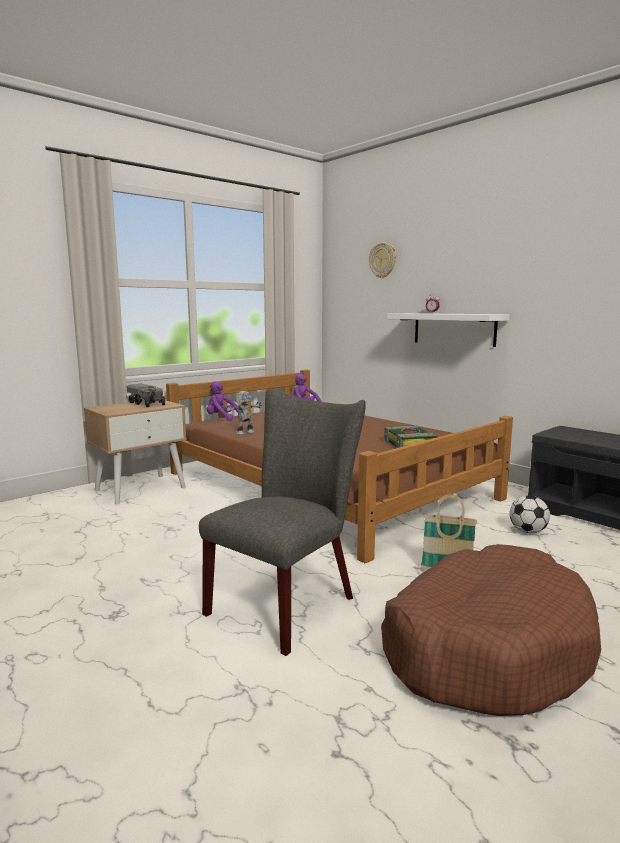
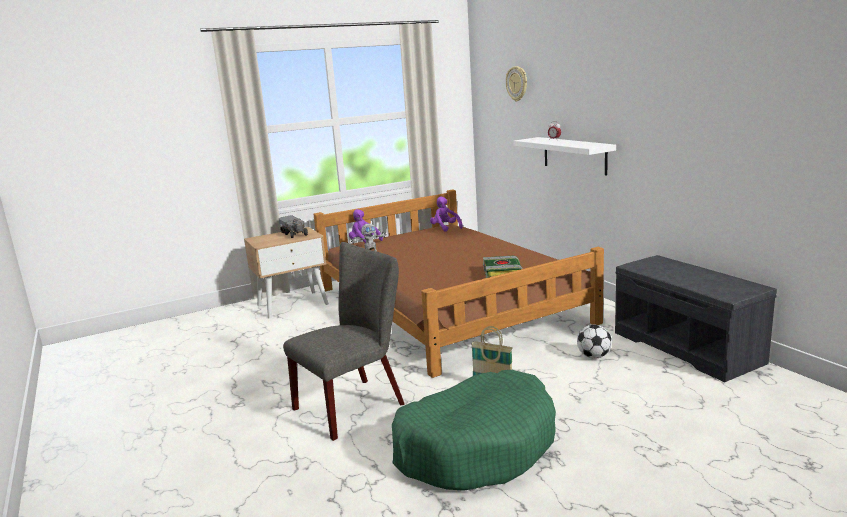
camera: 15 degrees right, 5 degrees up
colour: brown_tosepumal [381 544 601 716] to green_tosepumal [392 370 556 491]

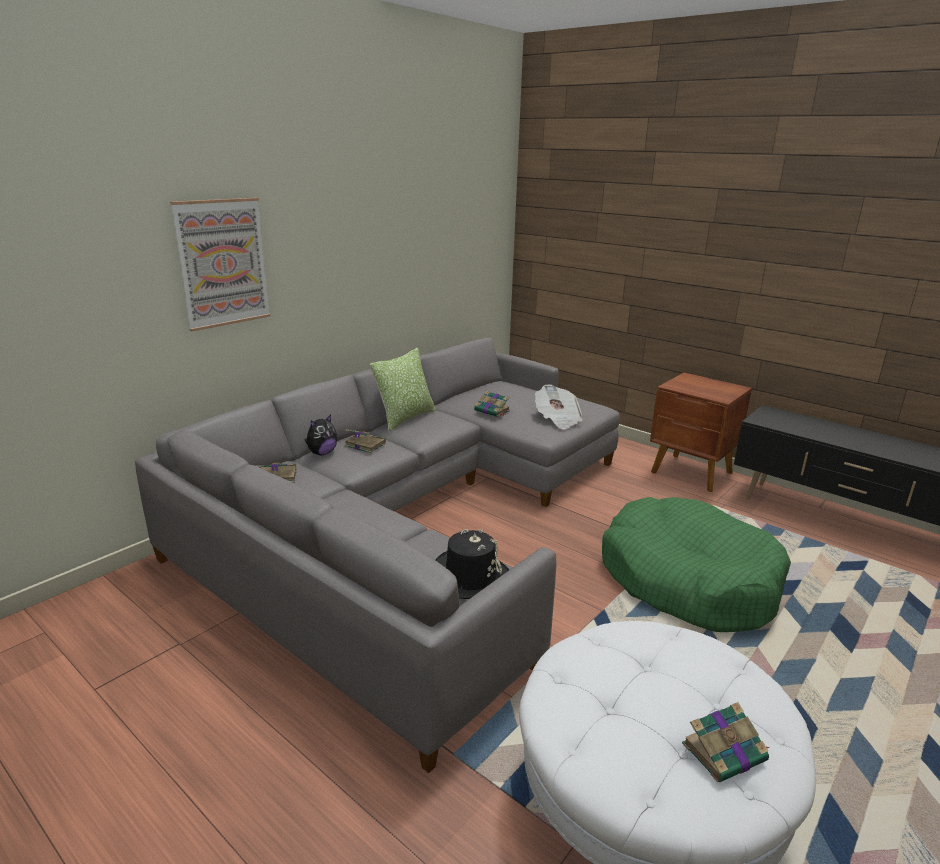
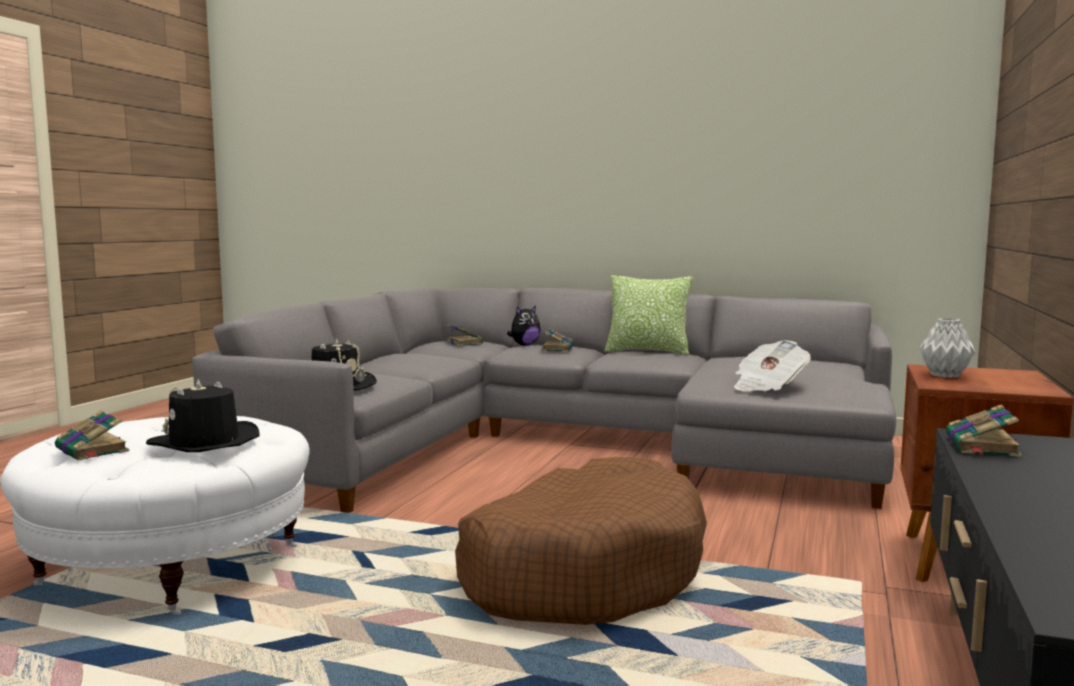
camera: 70 degrees right, 15 degrees down
missing: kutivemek [170 198 270 332]
appeared: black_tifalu [146 379 259 452]; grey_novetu [919 318 975 378]
relocated: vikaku [474 391 510 417] to [946 404 1022 457]
colour: green_tosepumal [602 497 791 632] to brown_tosepumal [455 457 707 625]
spun: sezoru [305 414 337 455] = [507 305 541 346] 60 degrees counterclockwise

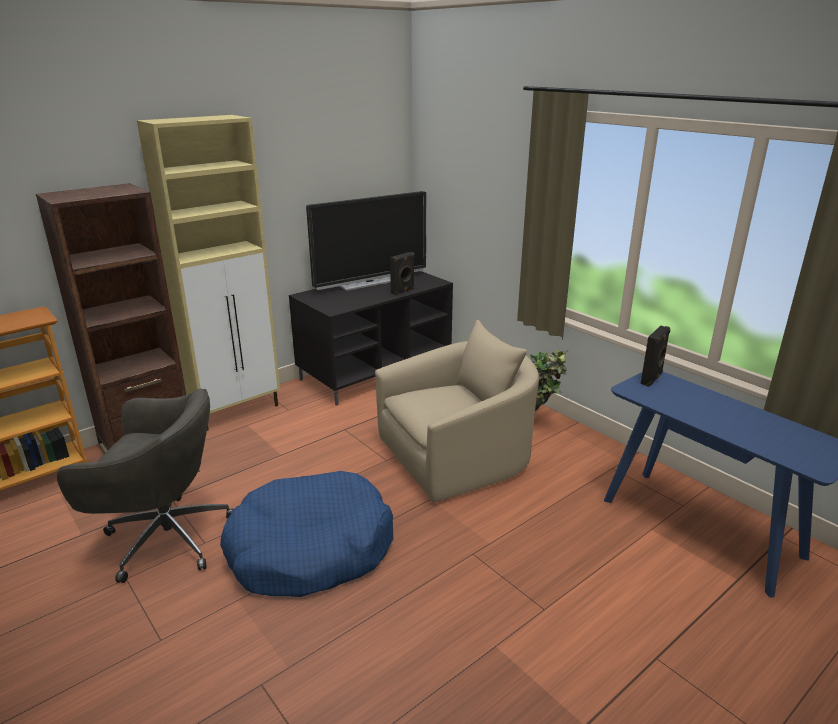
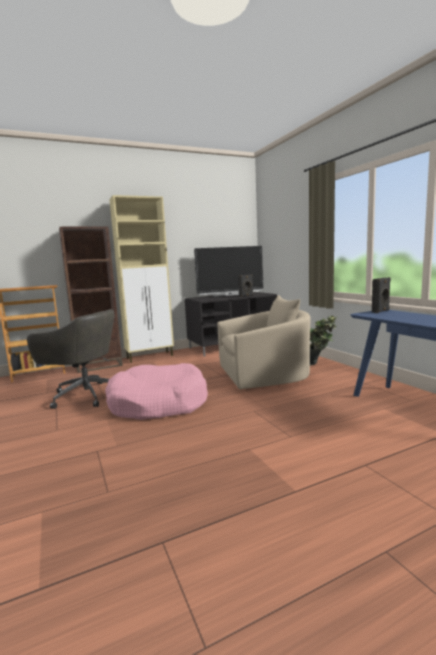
camera: 15 degrees right, 15 degrees down
colour: blue_tosepumal [220 471 393 597] to pink_tosepumal [105 363 208 420]

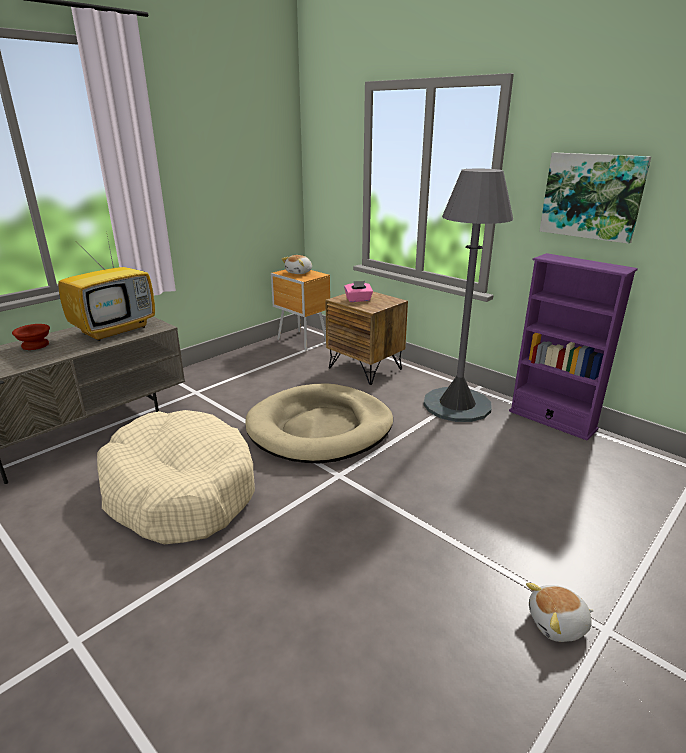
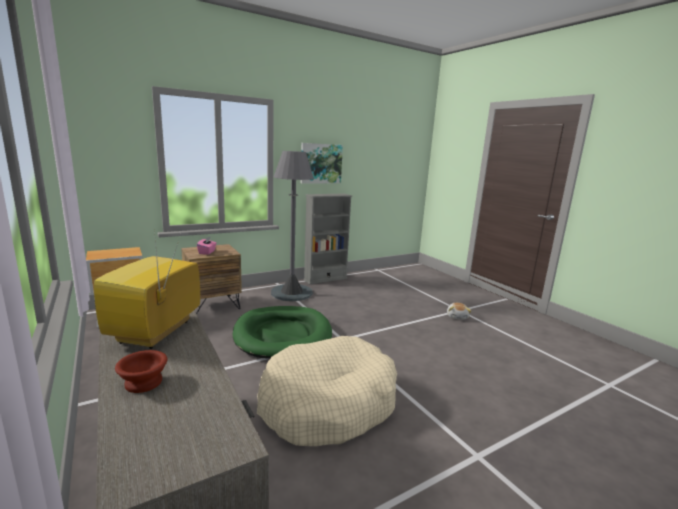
camera: 75 degrees left, 10 degrees down
missing: sezoru [282 255 312 274]
colour: beige_tosepumal [245 383 393 464] to green_tosepumal [233 306 332 359]; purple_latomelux [509 253 638 440] to grey_latomelux [303 194 352 284]
spun: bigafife [58 231 155 341] = [94 230 200 349] 135 degrees counterclockwise

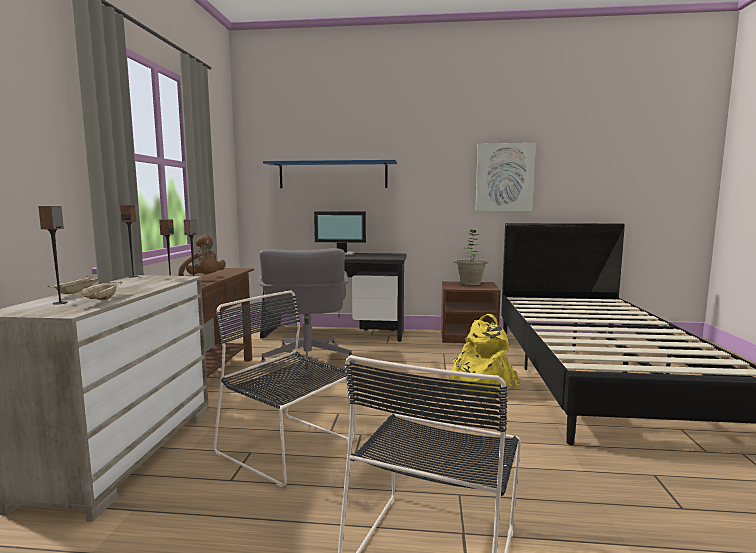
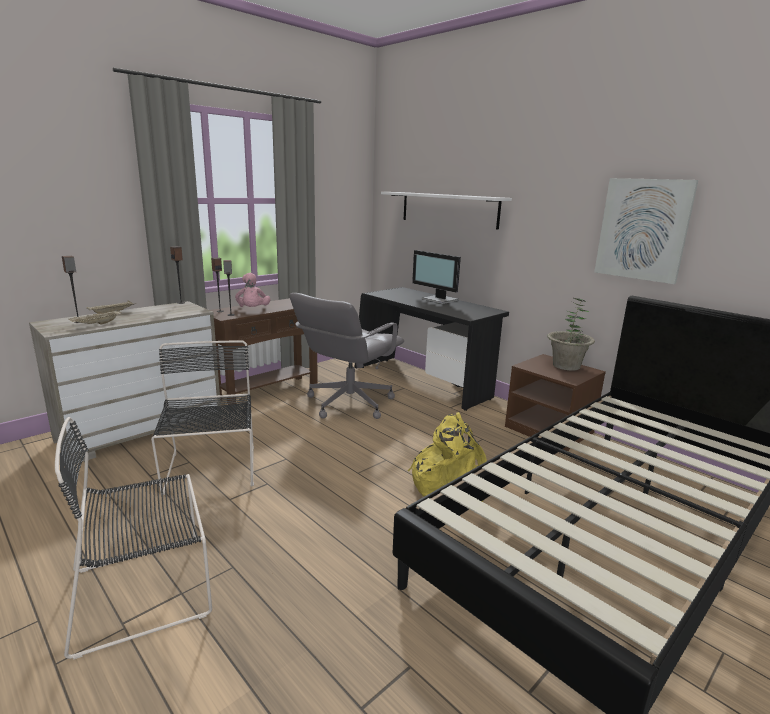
camera: 40 degrees right, 10 degrees up
colour: brown_sezoru [178 234 226 276] to pink_sezoru [235 273 271 307]; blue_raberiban [263 160 397 188] to white_raberiban [381 192 512 230]

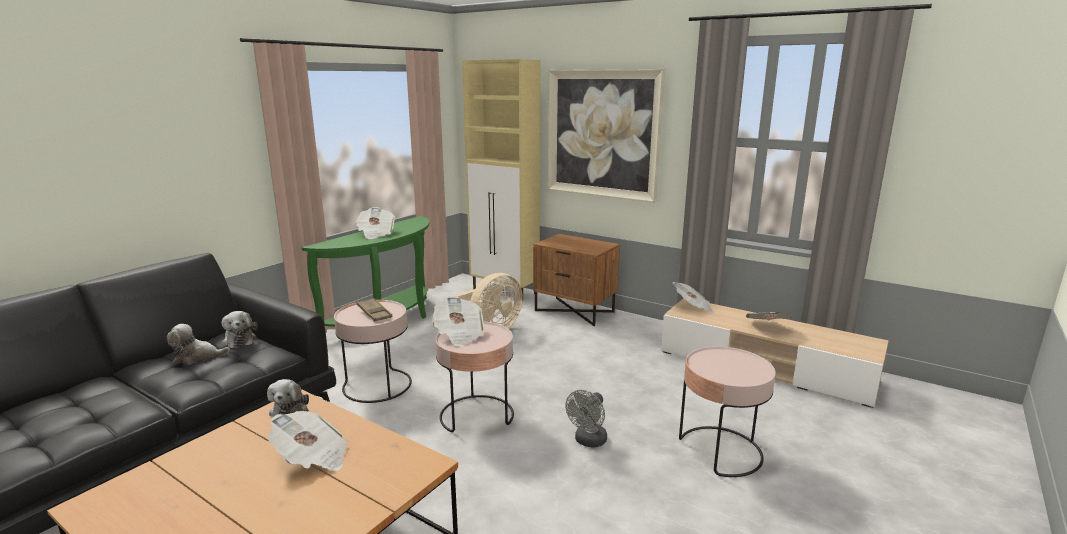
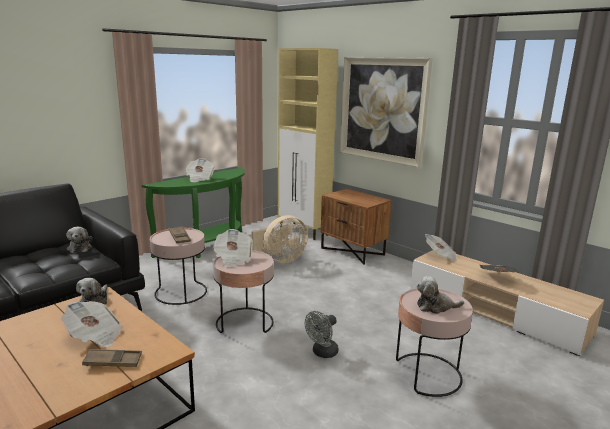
camera: 10 degrees right, 0 degrees up
appeared: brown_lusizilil [82 349 142 367]
relocated: sezoru [167 324 230 365] to [417 276 464 314]

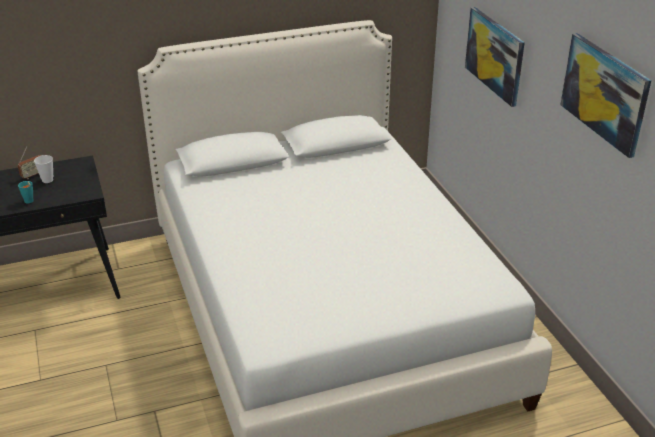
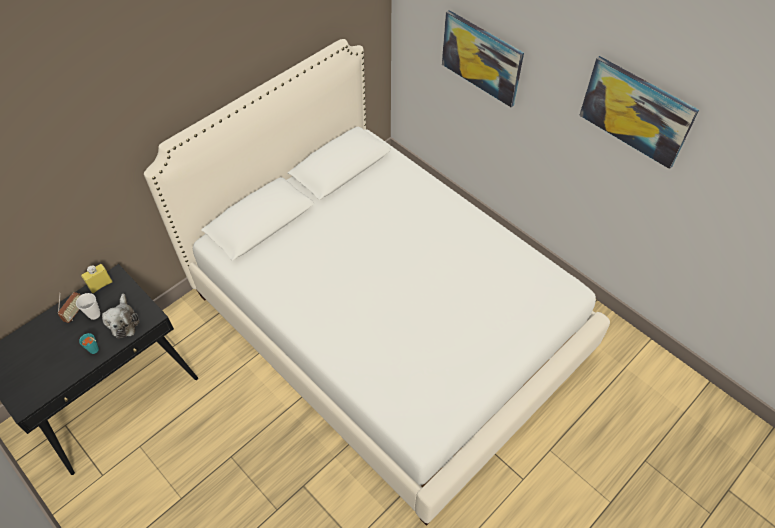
camera: 25 degrees left, 20 degrees up
appeared: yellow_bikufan [81 264 113 293]; sezoru [102 294 140 338]

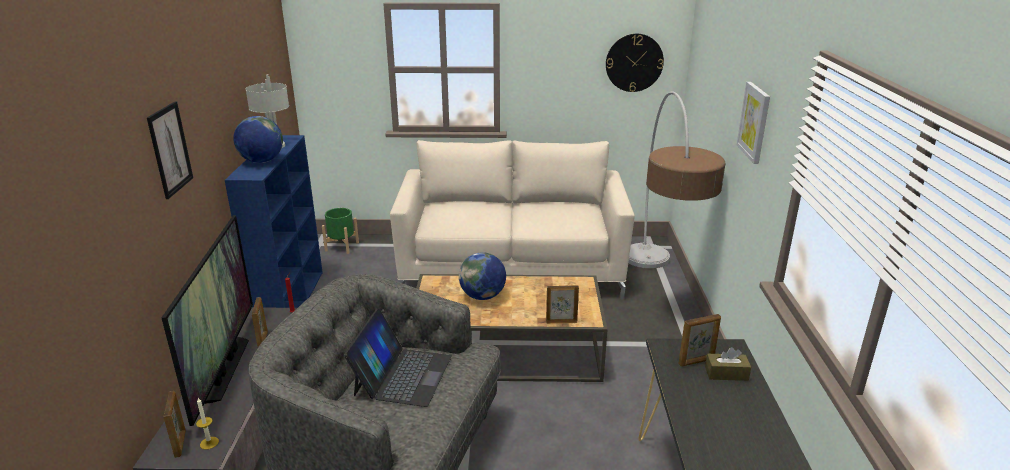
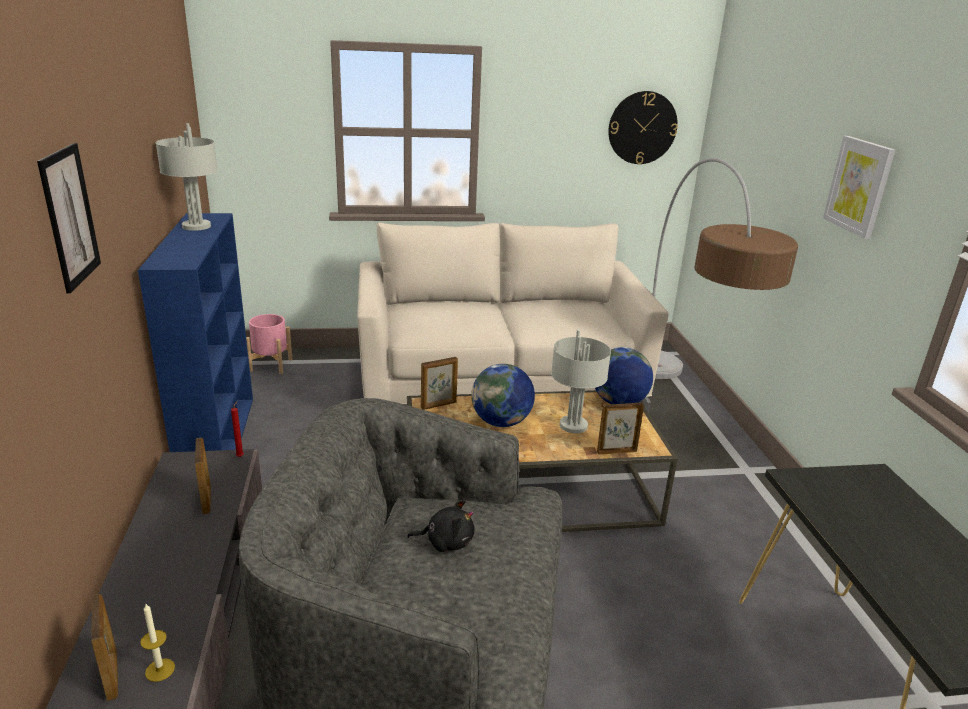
camera: 10 degrees left, 0 degrees up
missing: bigafife [161 215 253 426]; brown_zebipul [705 347 751 381]
appeared: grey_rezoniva [551 330 611 433]
relocated: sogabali [233 116 283 163] to [595 347 653 404]; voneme [678 314 721 367] to [421 357 458 410]
exchanged: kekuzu [344 308 452 407] to black_sezoru [407 500 475 552]
colour: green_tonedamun [322 208 359 254] to pink_tonedamun [246 314 292 374]

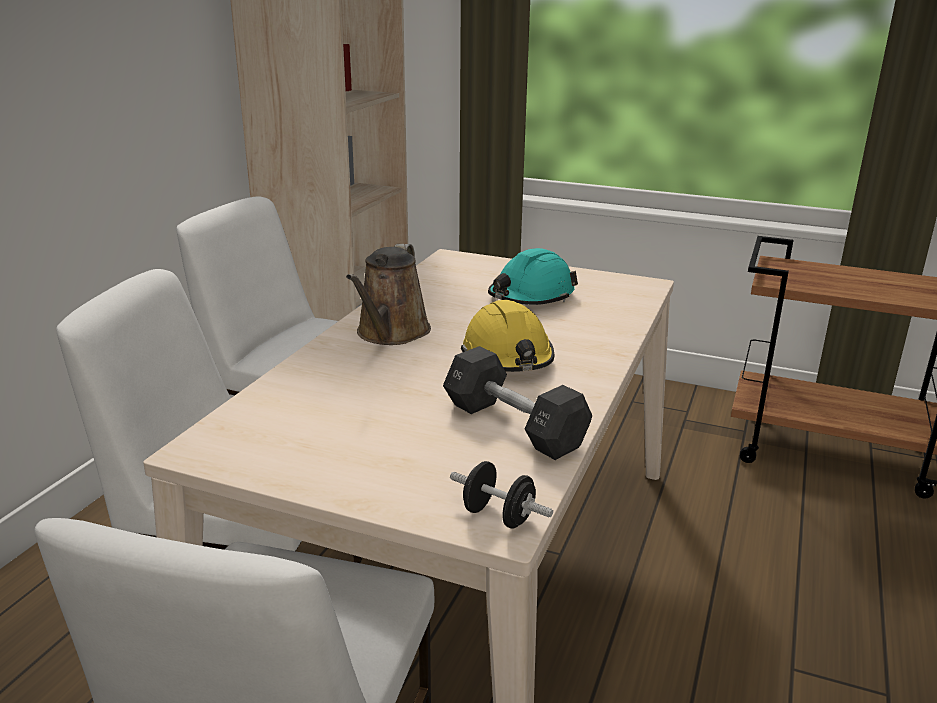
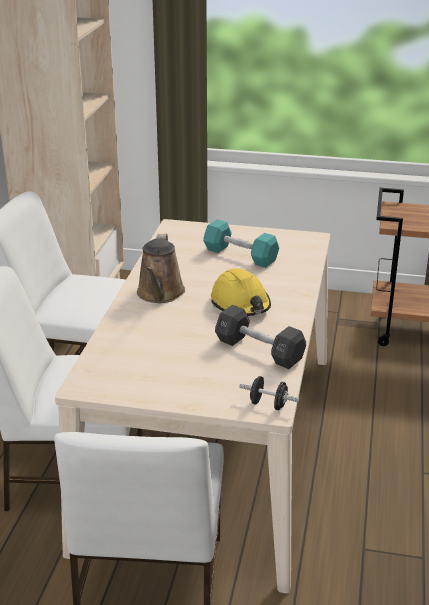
camera: 10 degrees left, 5 degrees up
exchanged: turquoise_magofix [488 248 578 305] to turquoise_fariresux [203 219 279 268]

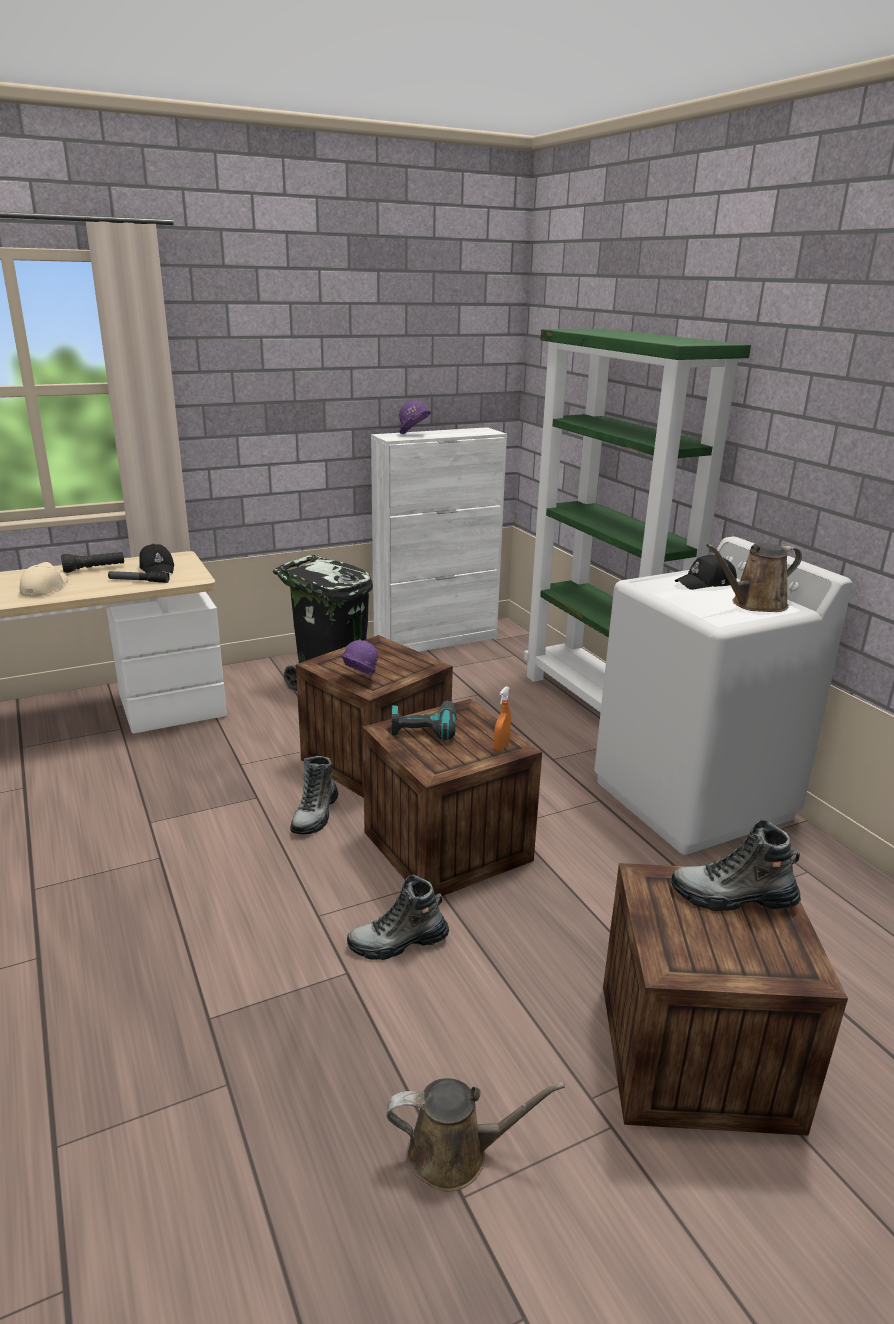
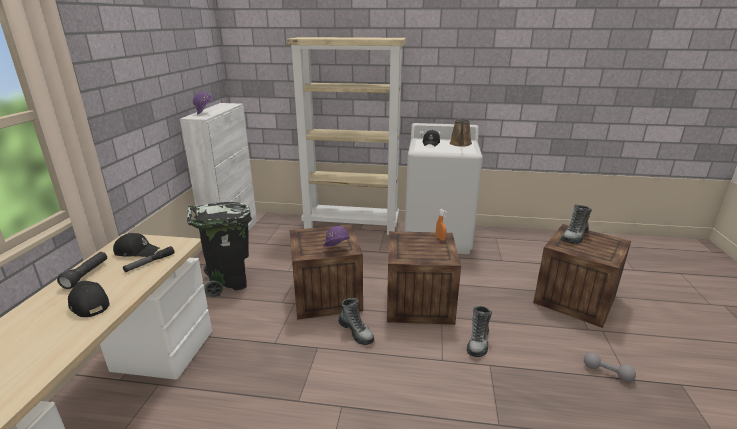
camera: 55 degrees left, 0 degrees up
missing: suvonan [392 700 457 740]
exchanged: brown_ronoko [387 1078 565 1192] to grey_fariresux [584 353 636 382]
colour: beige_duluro [20 562 68 597] to black_duluro [68 281 110 317]; green_latomelux [524 329 751 713] to beige_latomelux [287 37 406 235]

